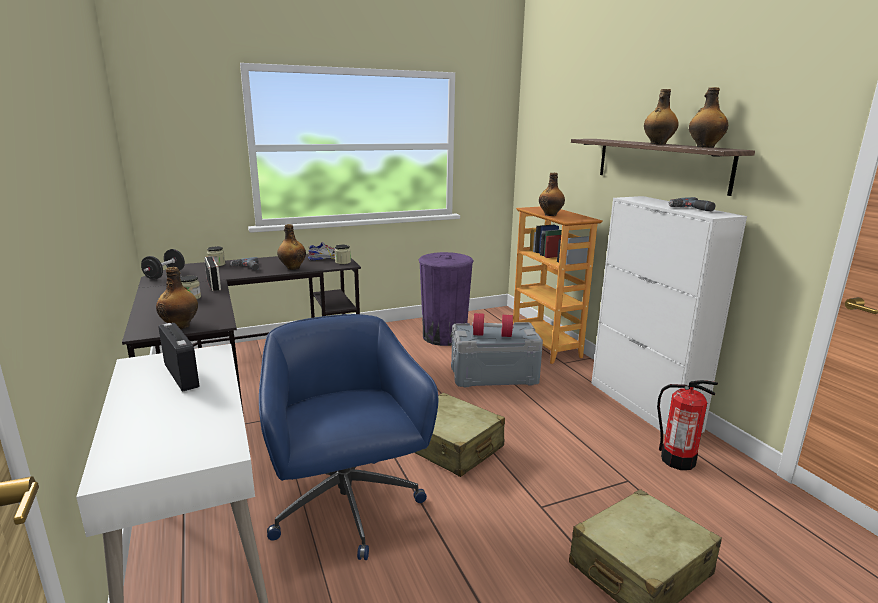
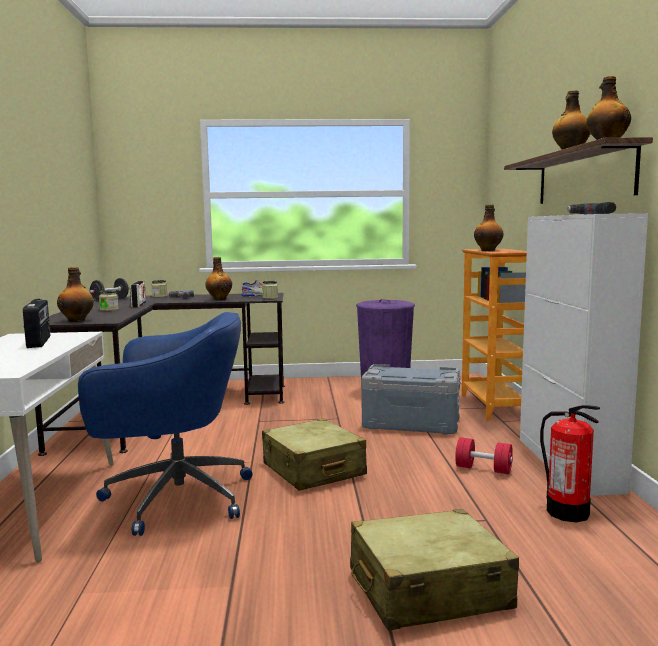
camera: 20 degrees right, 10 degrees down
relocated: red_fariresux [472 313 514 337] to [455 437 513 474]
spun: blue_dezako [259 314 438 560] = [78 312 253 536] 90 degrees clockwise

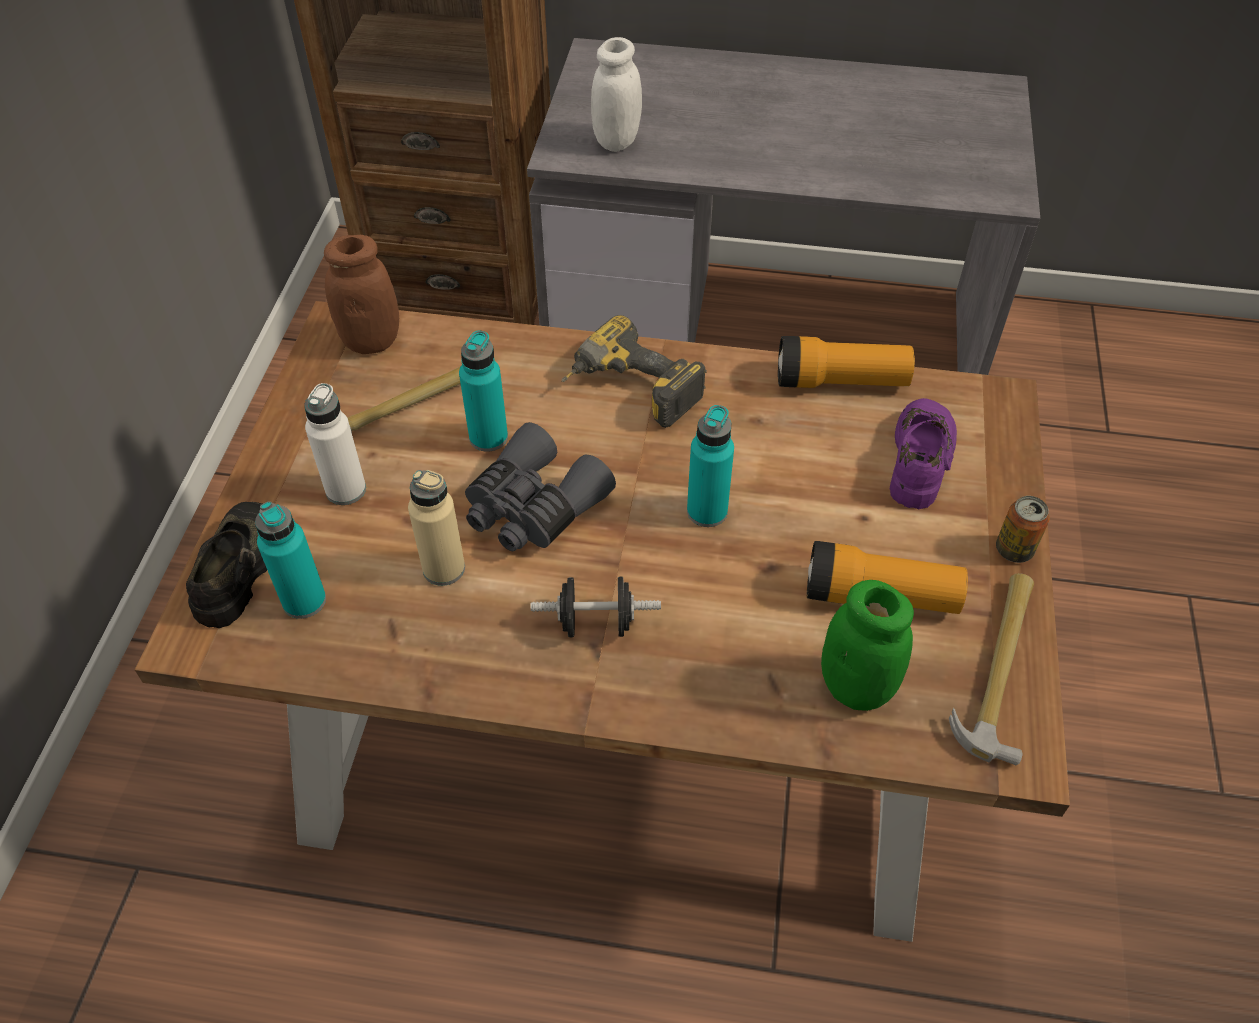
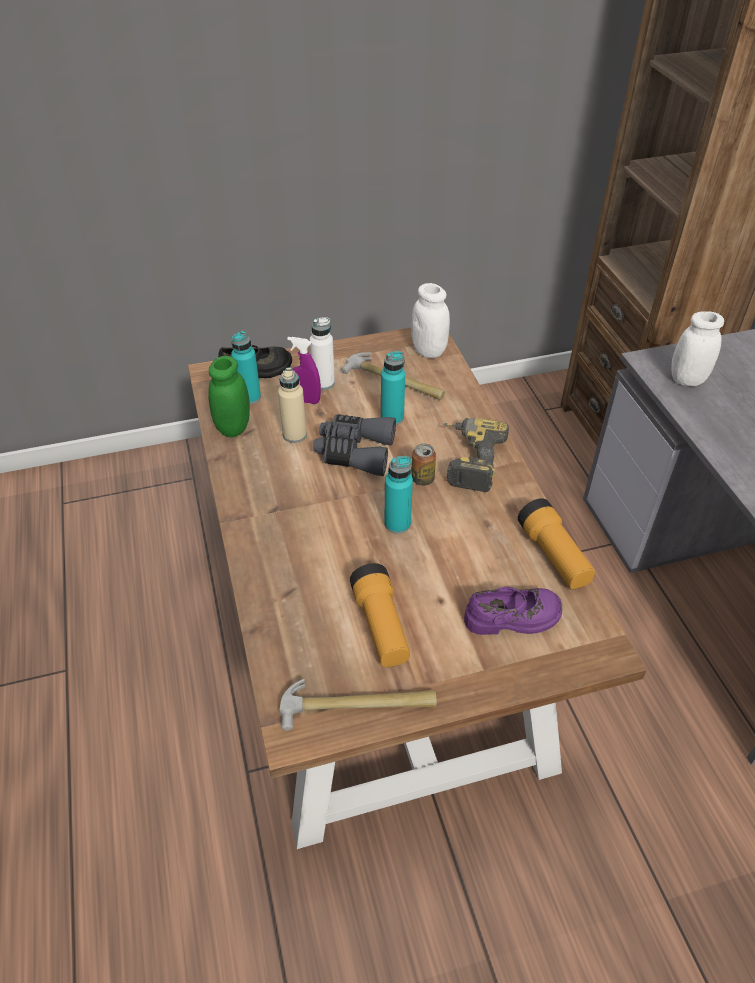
camera: 65 degrees right, 5 degrees down
missing: black_fariresux [530 576 661 637]
appeared: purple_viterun [287 337 321 404]
relocated: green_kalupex [821 580 914 711] to [208 356 250 437]; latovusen [996 496 1050 563] to [411 443 436 486]
colour: brown_kalupex [324 235 399 354] to white_kalupex [411 283 450 358]

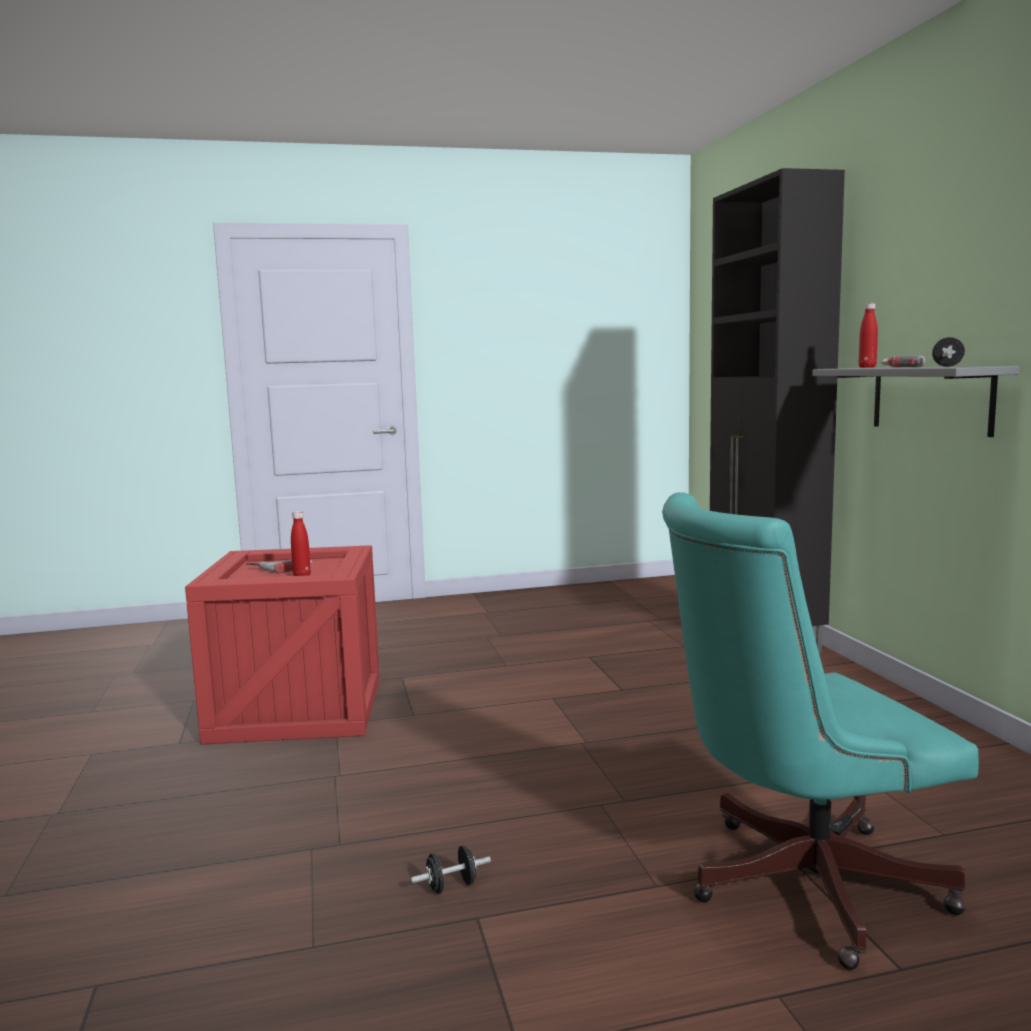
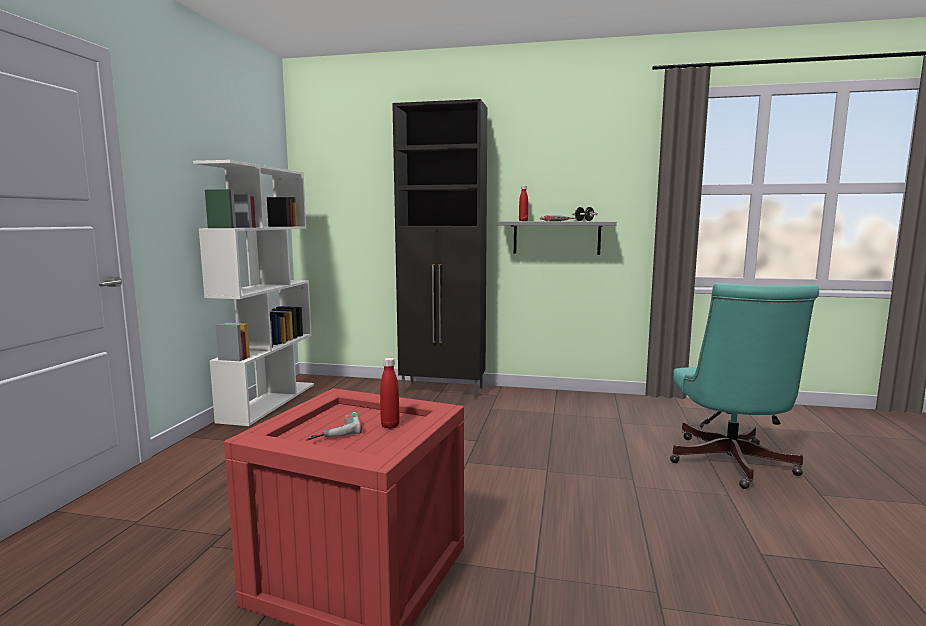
camera: 65 degrees left, 0 degrees up
missing: black_fariresux [411 845 491 894]
appeared: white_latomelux [193 160 314 426]

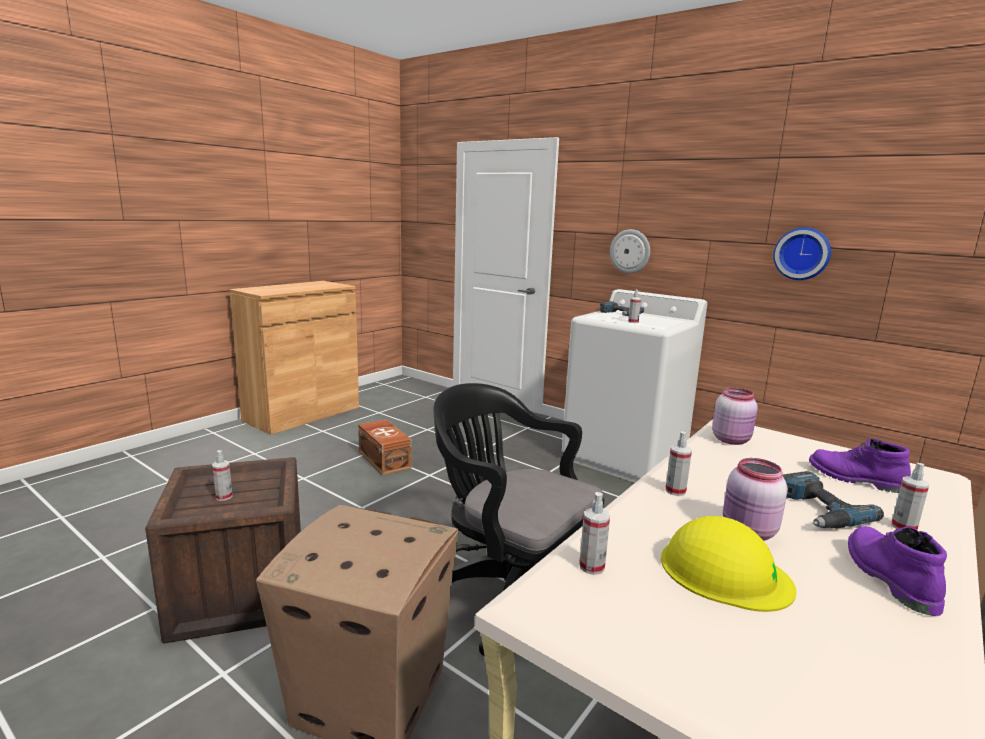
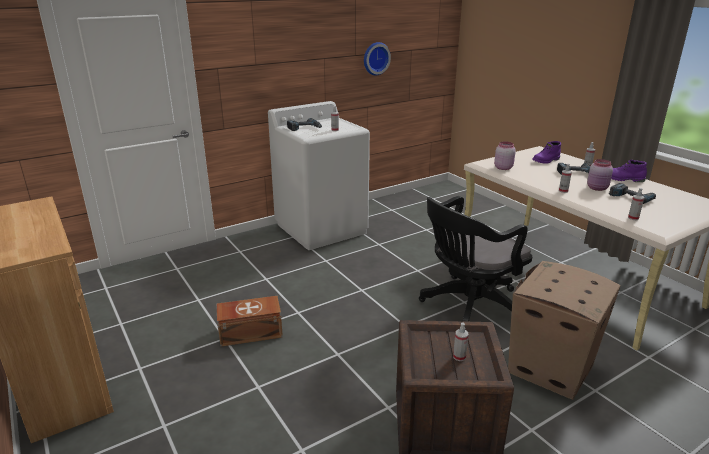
camera: 70 degrees left, 10 degrees up
missing: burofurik [610 229 650 273]
exchanged: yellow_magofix [661 516 796 612] to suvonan [609 183 656 204]

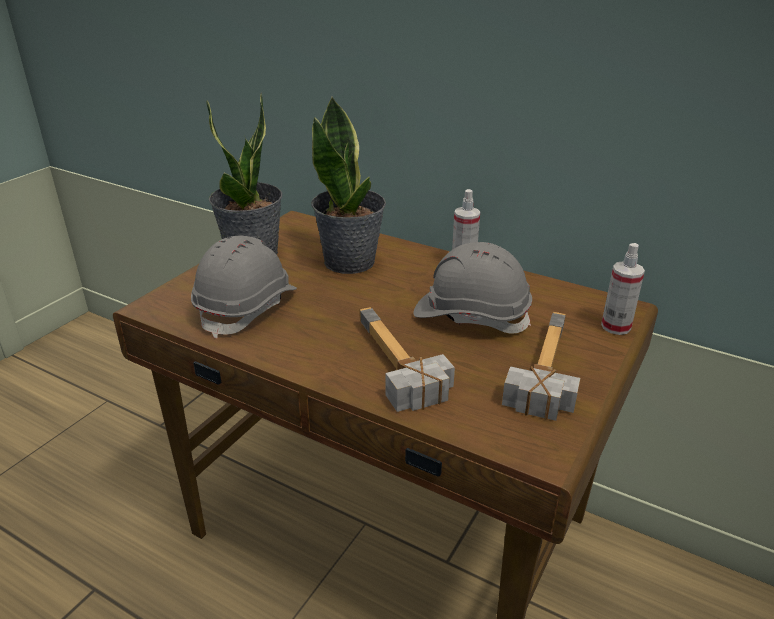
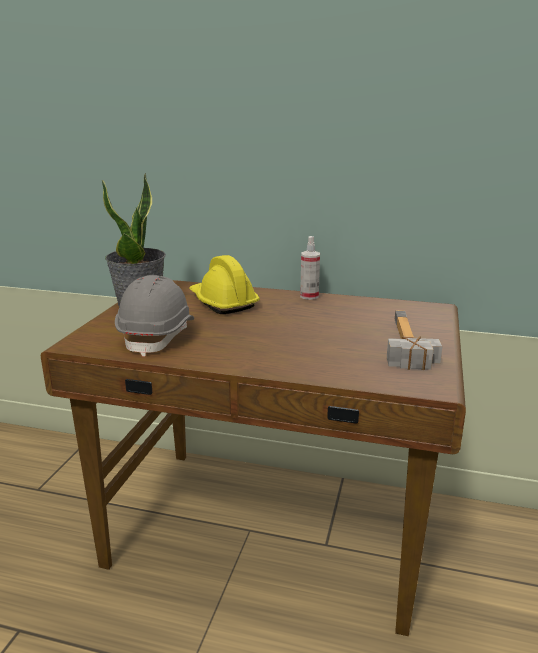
camera: 15 degrees left, 10 degrees down
missing: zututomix [360 307 455 412]; grey_magofix [413 242 532 334]; viterun [601 243 645 335]
exchanged: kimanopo [311 96 386 274] to yellow_magofix [189 255 260 314]

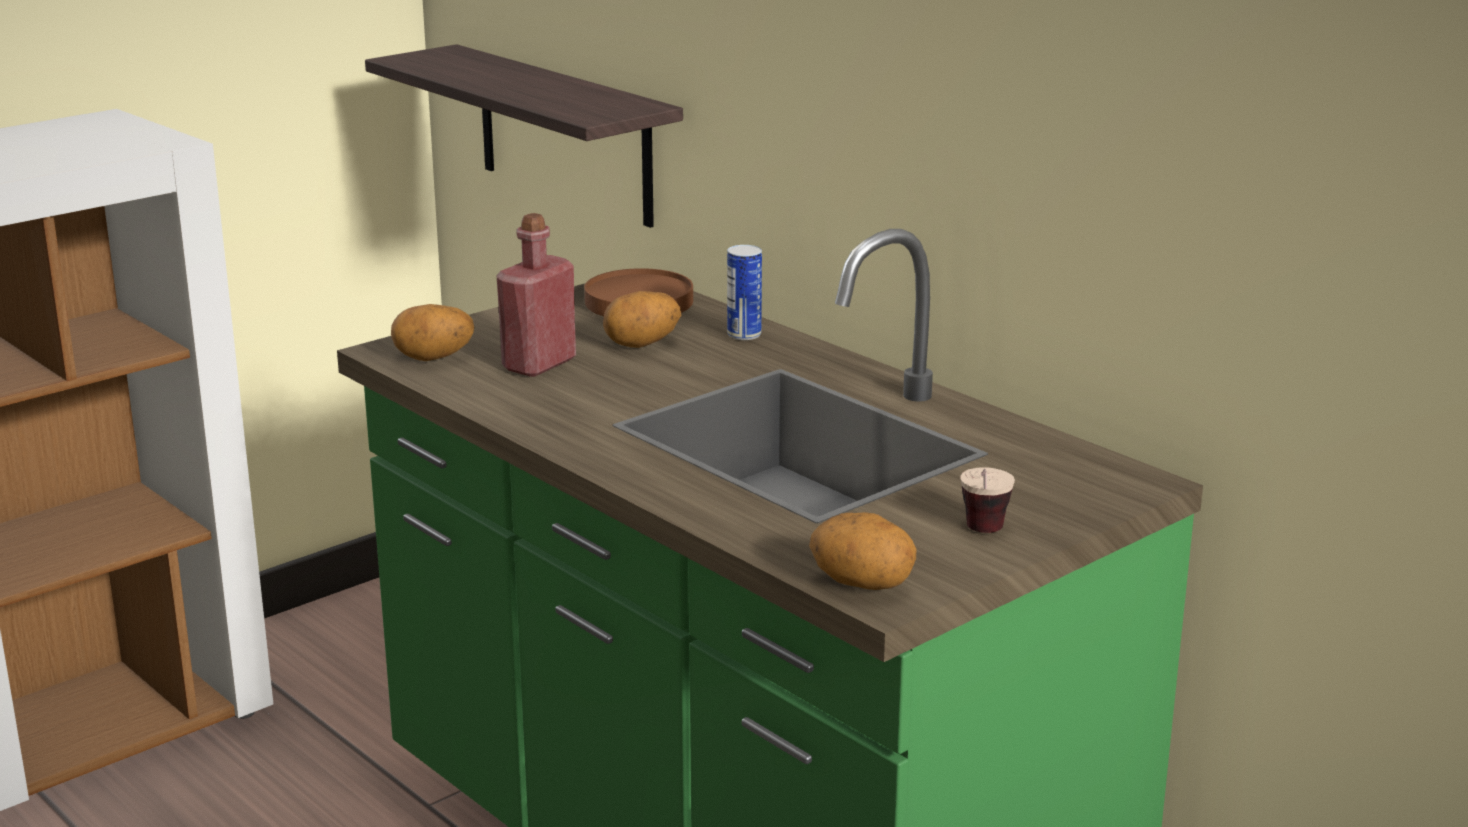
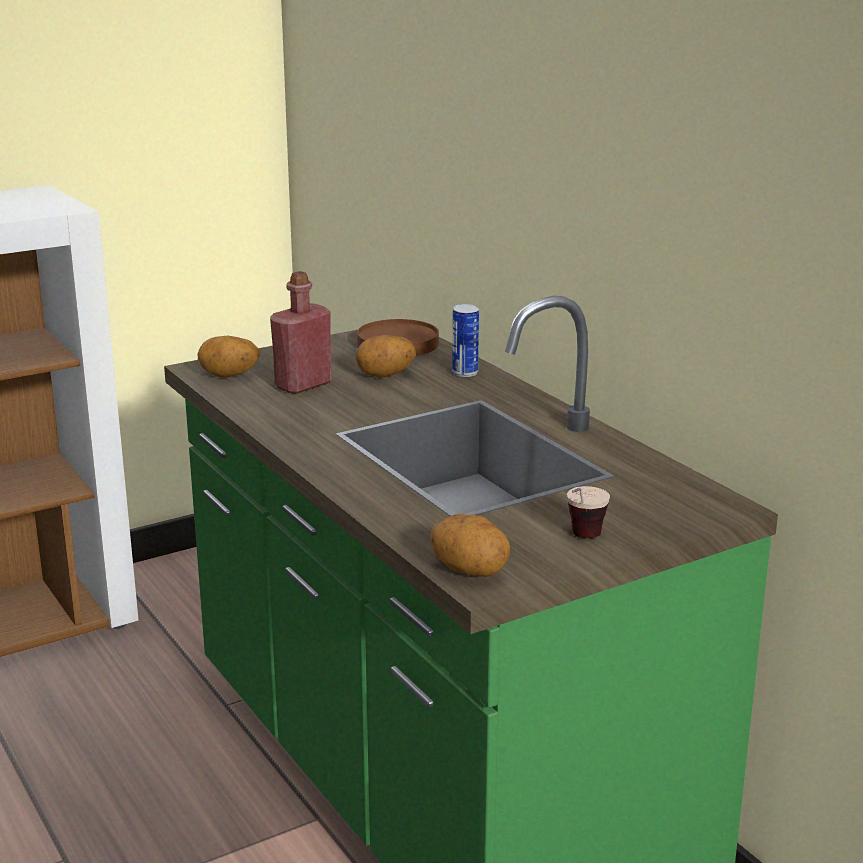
camera: 10 degrees right, 0 degrees up
missing: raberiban [365 44 683 228]

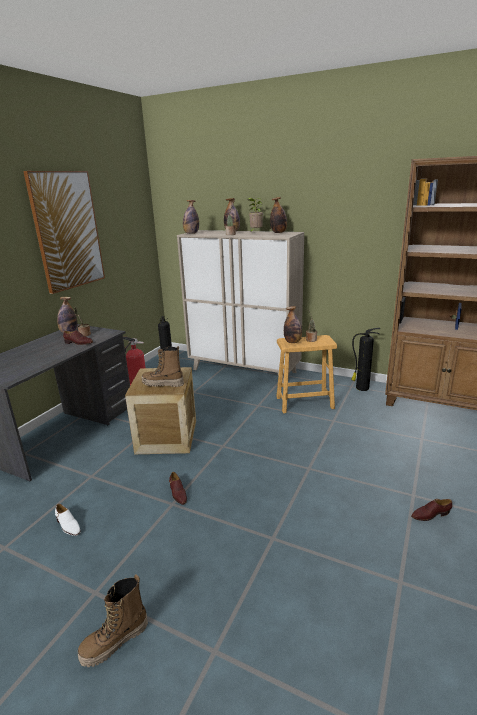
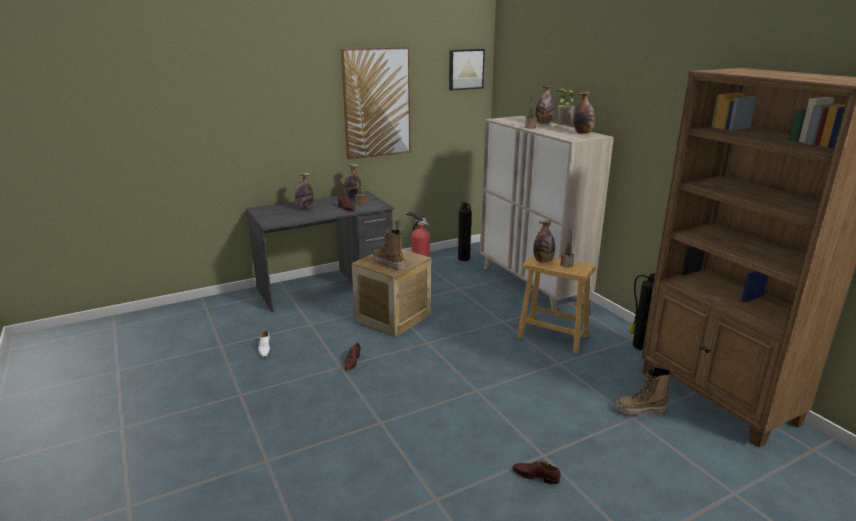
camera: 35 degrees right, 0 degrees up
appeared: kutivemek [449 49 485 91]
relocated: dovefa [78 574 148 667] to [615 368 673 416]; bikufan [183 200 199 234] to [295 173 314 209]

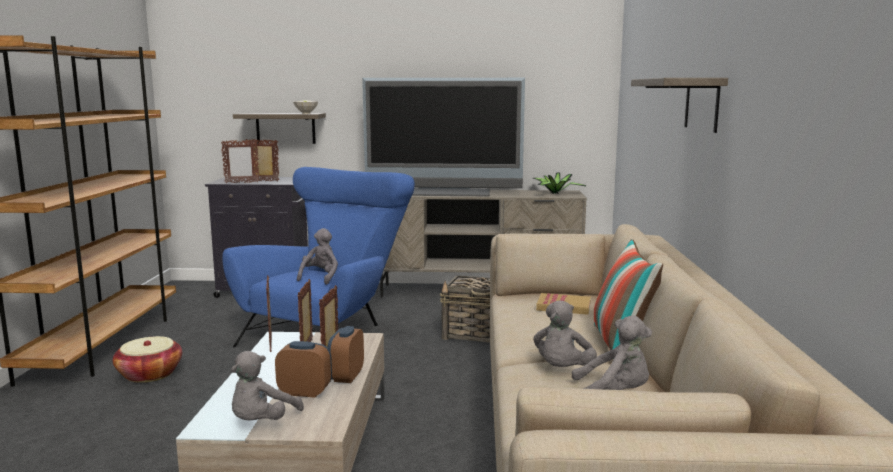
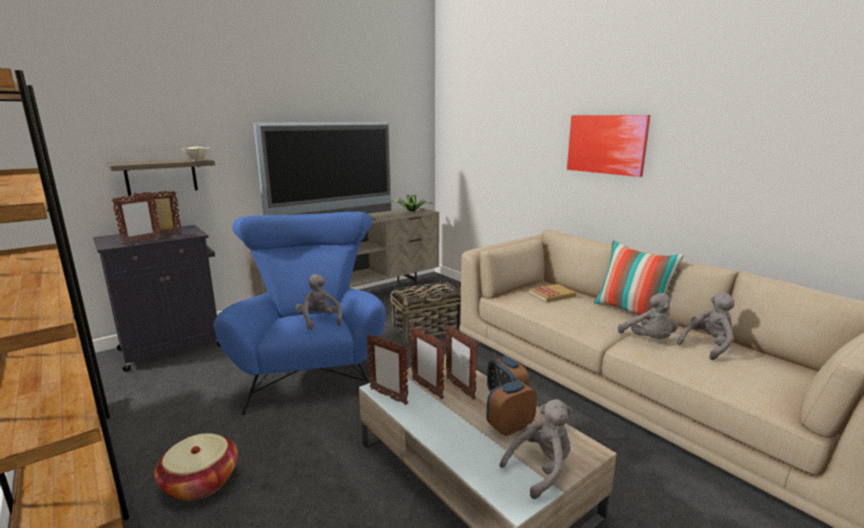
camera: 40 degrees left, 5 degrees up
exchanged: raberiban [631 78 728 133] to kutivemek [567 115 650 177]
spun: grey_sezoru [231 351 304 421] = [500 399 573 499] 105 degrees counterclockwise

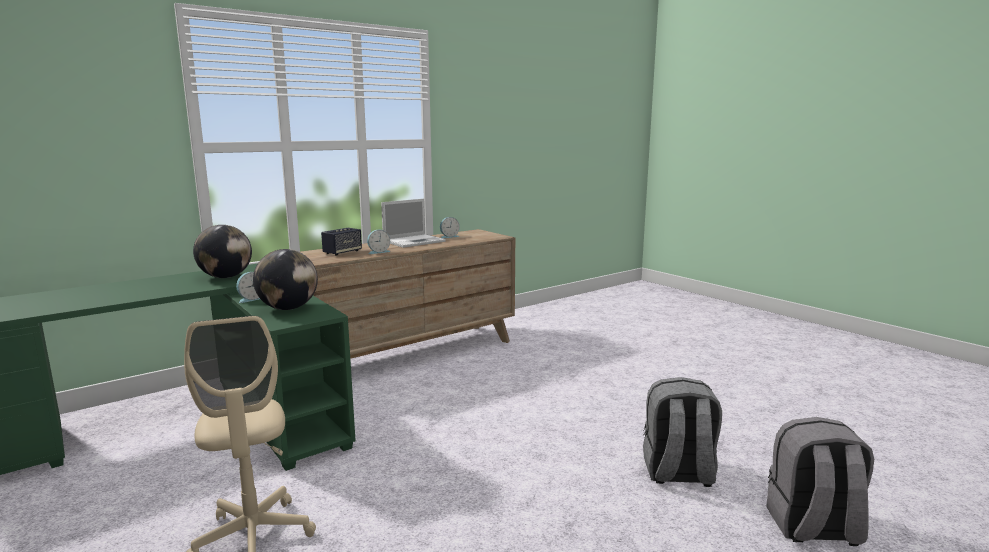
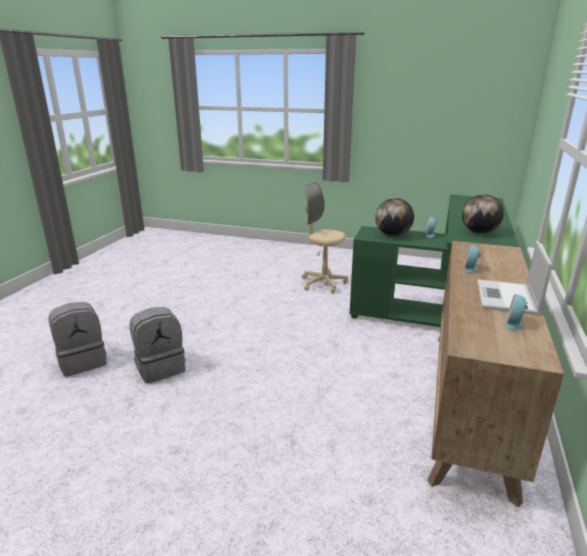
camera: 145 degrees right, 10 degrees up
missing: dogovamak [321 228 362 256]

